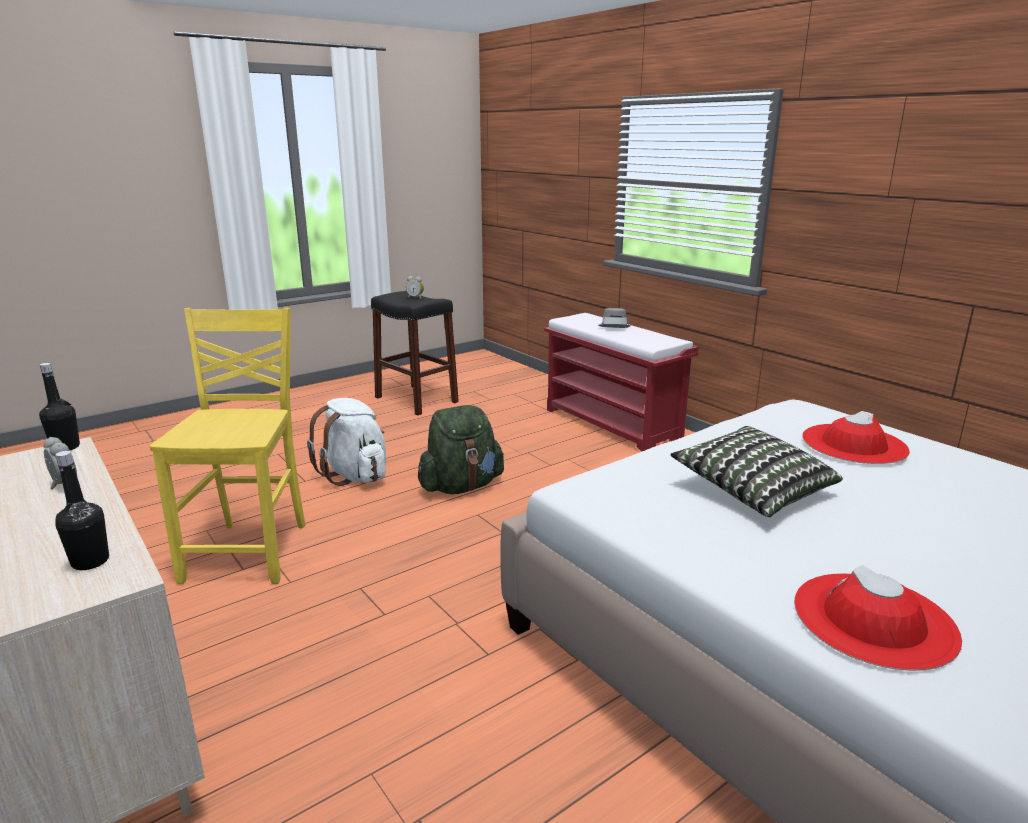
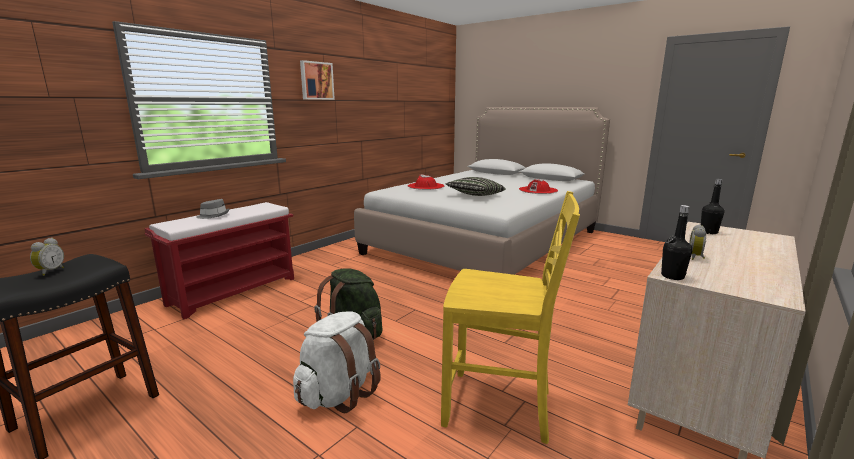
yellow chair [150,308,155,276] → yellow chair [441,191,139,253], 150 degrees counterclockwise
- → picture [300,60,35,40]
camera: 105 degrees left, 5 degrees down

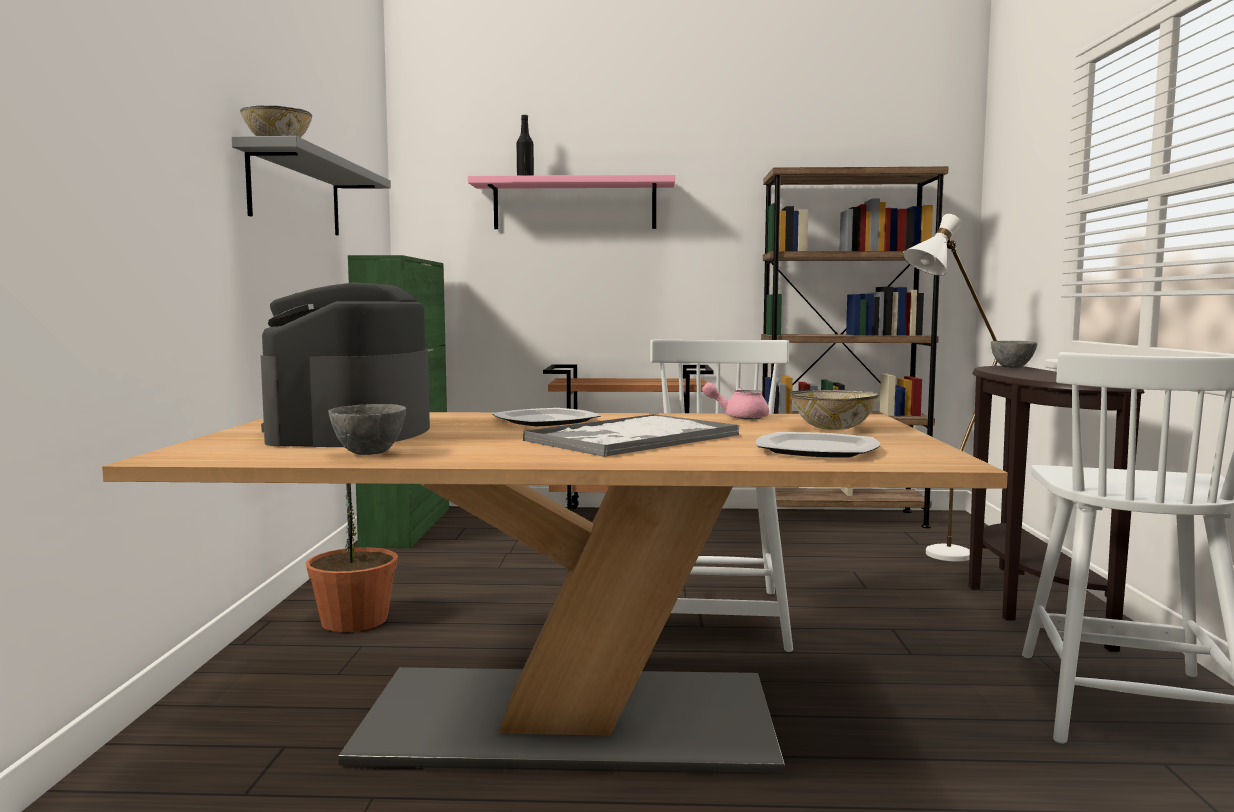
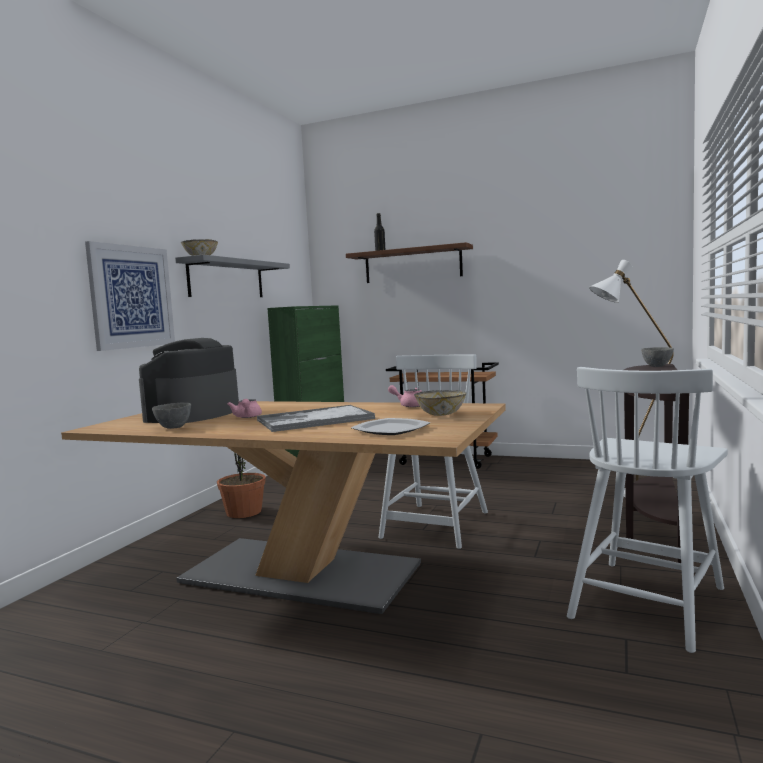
pink shelf [468,175,207,54] → brown shelf [346,242,127,41]
plate [492,408,109,19] → -
brown bookcase [761,167,188,361] → -
- → picture [85,241,90,110]
- → pink teapot [228,399,34,19]
camera: 20 degrees right, 0 degrees up

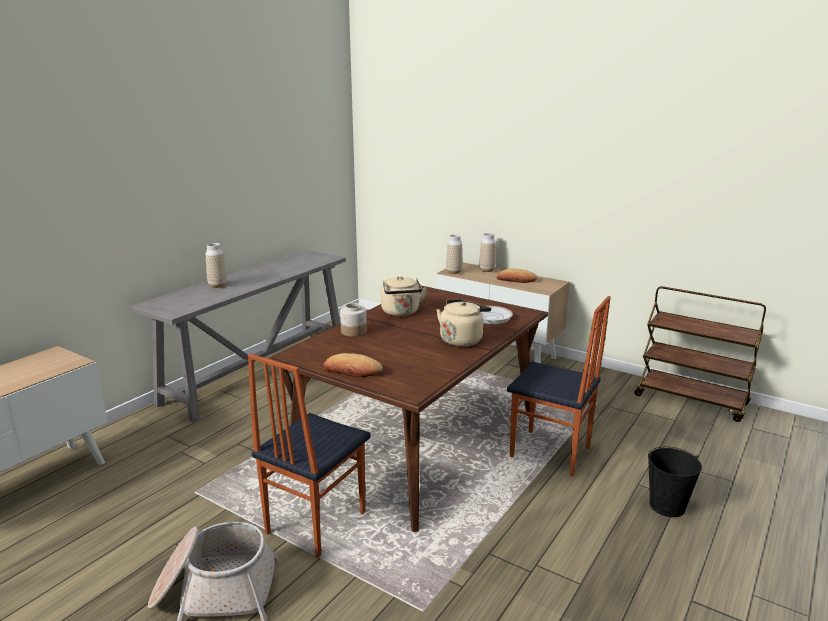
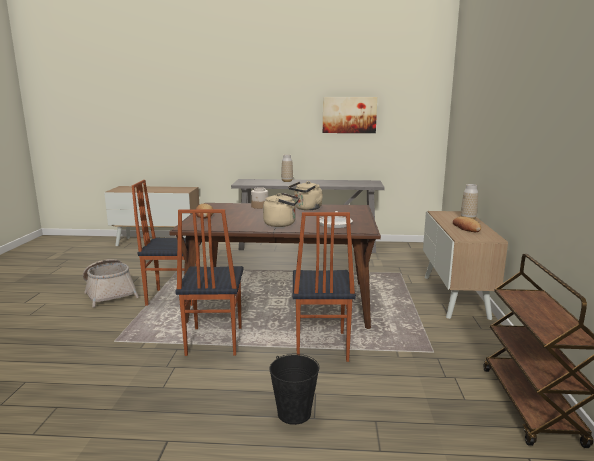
vase [446,234,17,40] → -
- → chair [175,209,69,147]
- → picture [323,97,54,36]
camera: 60 degrees right, 5 degrees down

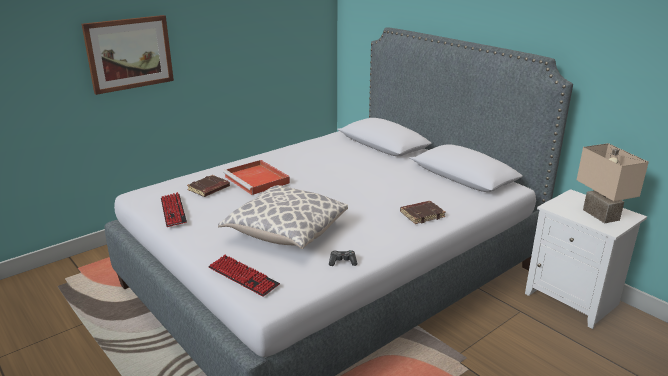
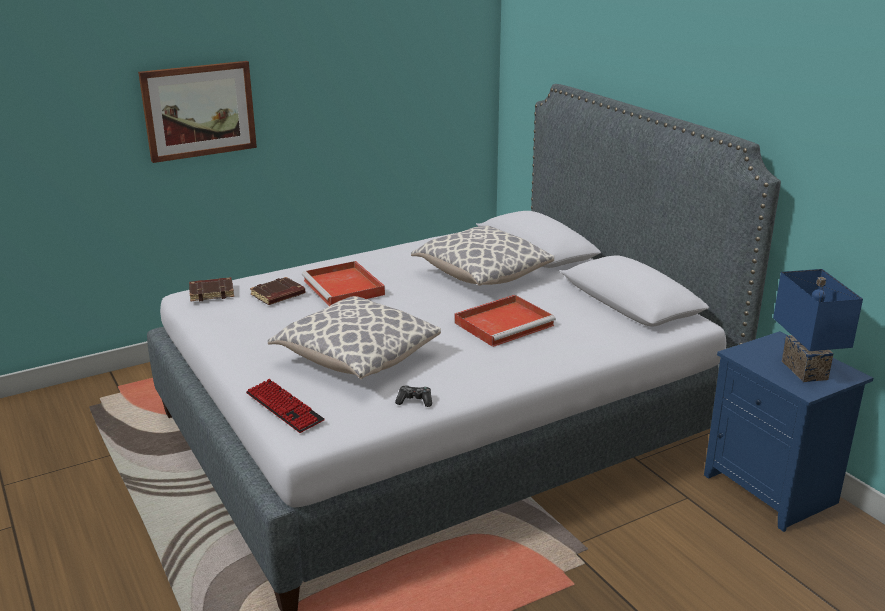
keyboard [161,192,26,35] → -
brown book [400,201,46,23] → brown book [189,277,45,25], relocated
white nightstand [525,189,122,140] → blue nightstand [704,331,169,201]
beige table lamp [577,143,72,80] → blue table lamp [773,269,90,113]
- → pillow [411,226,143,60]
- → red tray [455,295,101,52]
camera: 10 degrees right, 0 degrees up

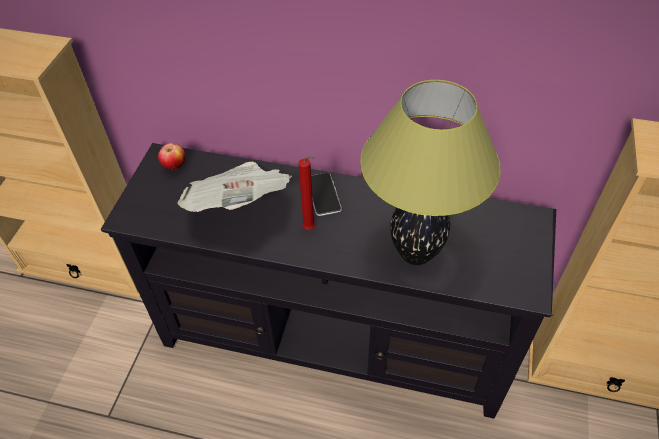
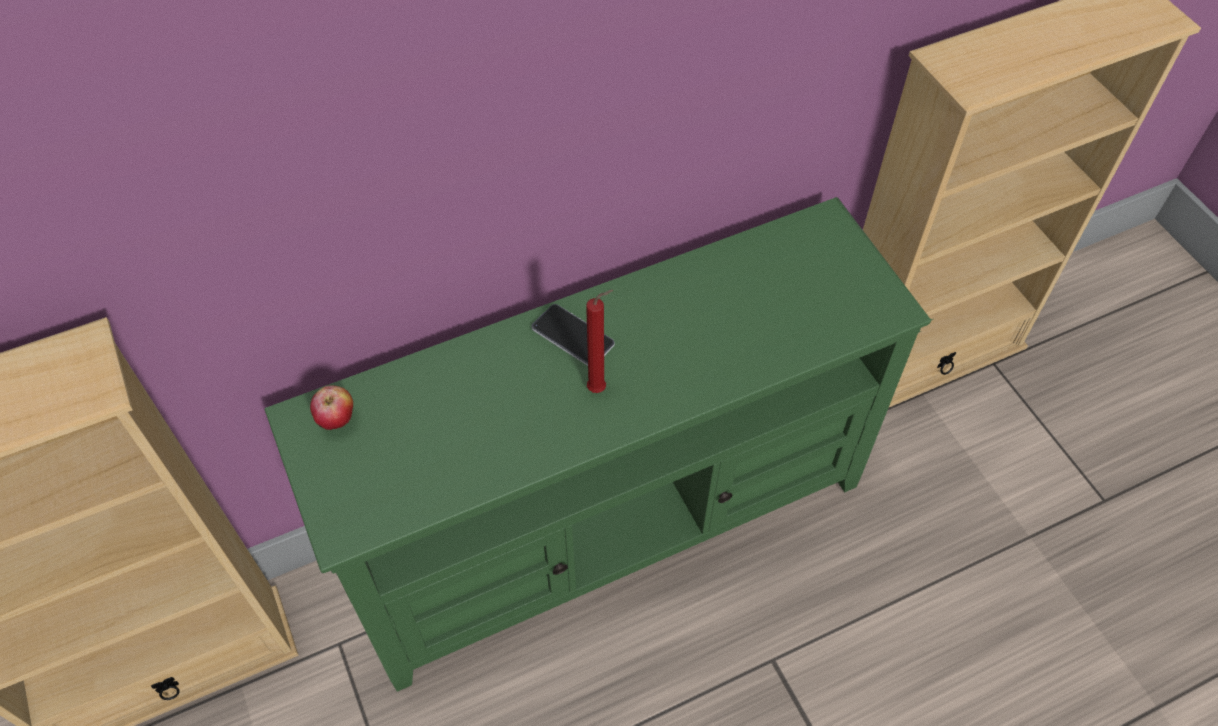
black tv stand [101,143,455,276] → green tv stand [265,197,668,495]
newspaper [177,161,115,51] → -
table lamp [360,80,141,185] → -
camera: 40 degrees left, 5 degrees up

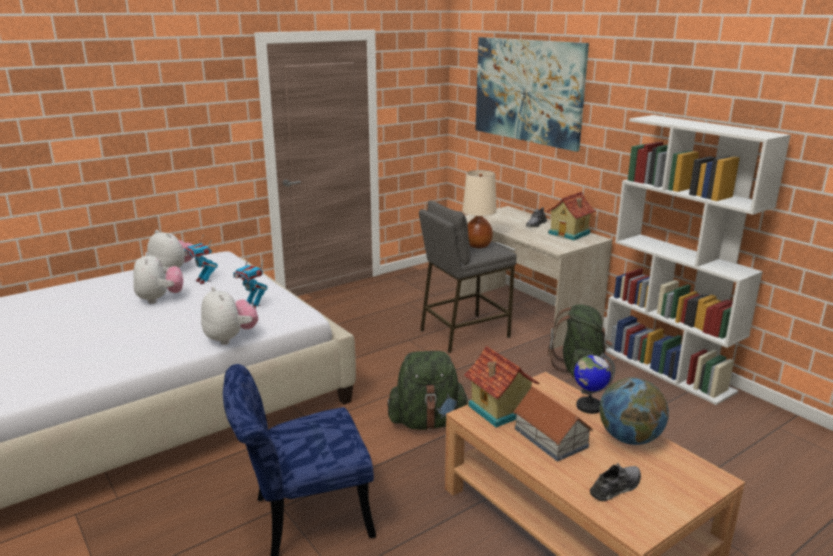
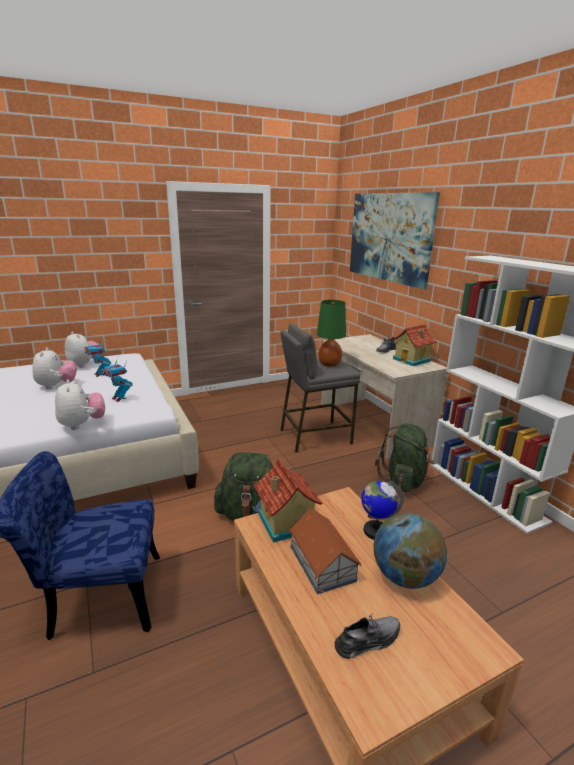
beige table lamp [462,170,35,78] → green table lamp [317,300,29,67]
camera: 10 degrees right, 0 degrees up

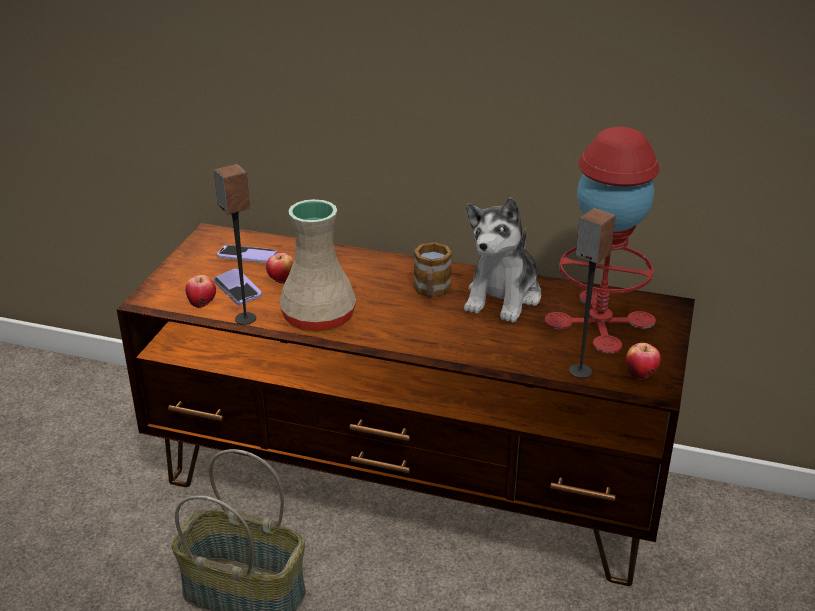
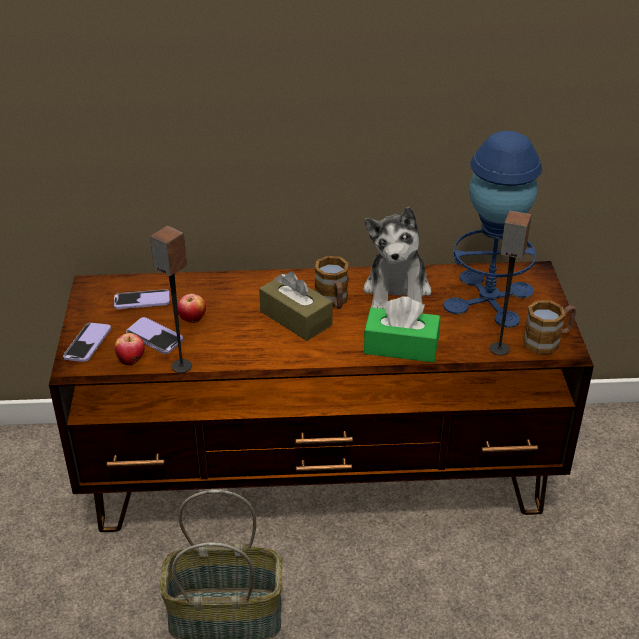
beige vase [279,199,77,134] → -
red table lamp [545,127,115,227] → blue table lamp [444,131,98,197]
apple [626,343,35,37] → mug [523,300,53,54]
- → phone [63,323,48,39]
- → brown tissue box [259,271,74,70]
- → green tissue box [364,296,76,67]
camera: 20 degrees left, 5 degrees up

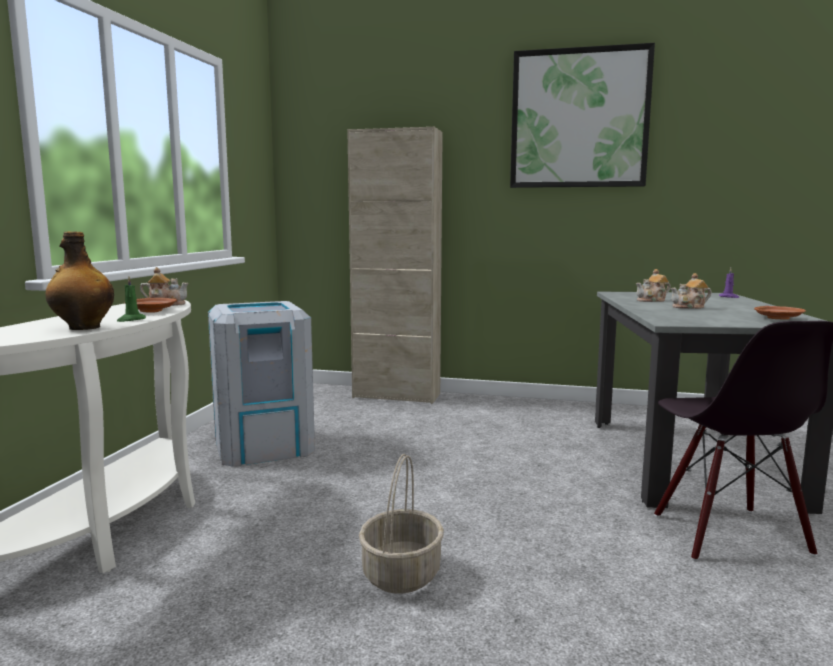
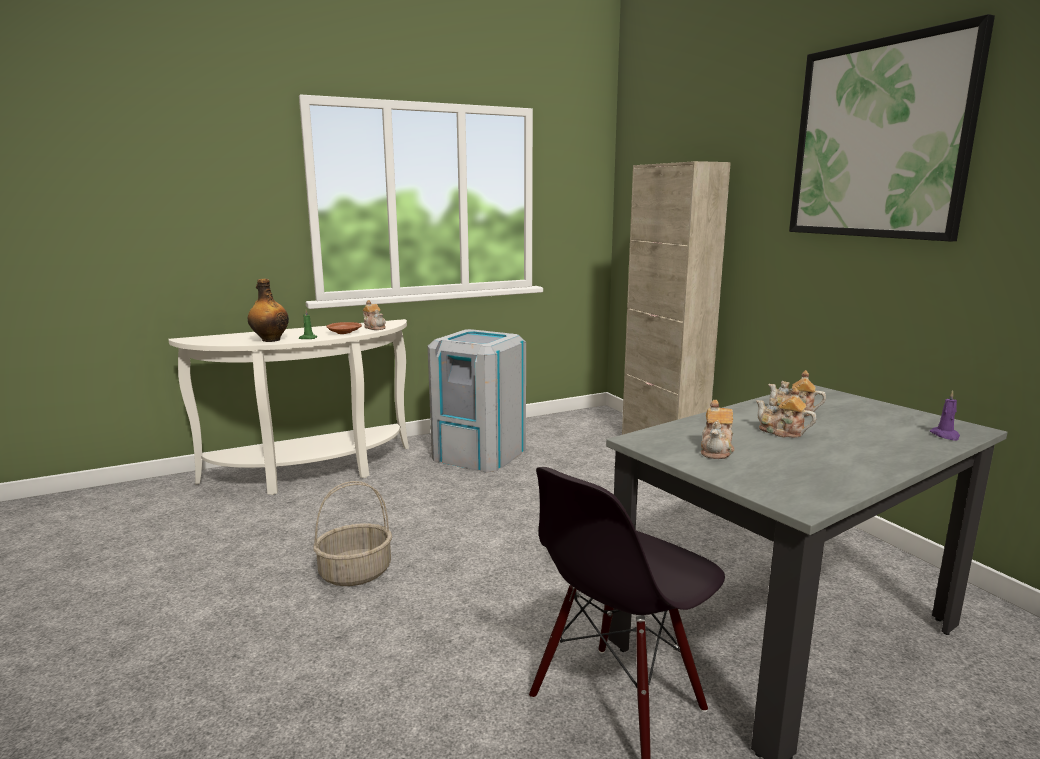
brown plate [754,306,52,14] → -
- → teapot [701,400,33,59]
camera: 50 degrees right, 5 degrees up

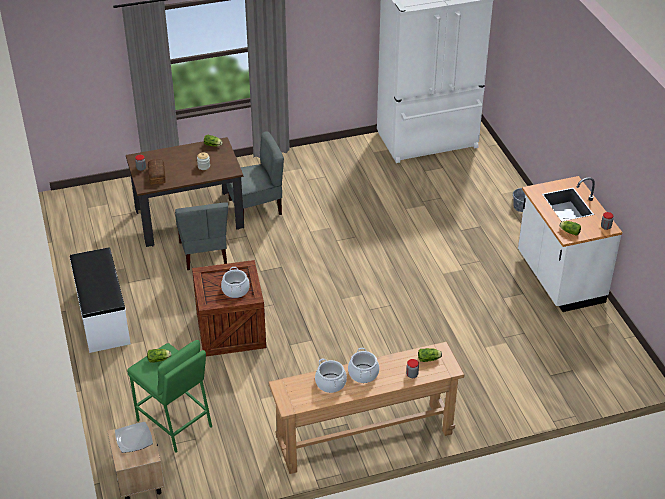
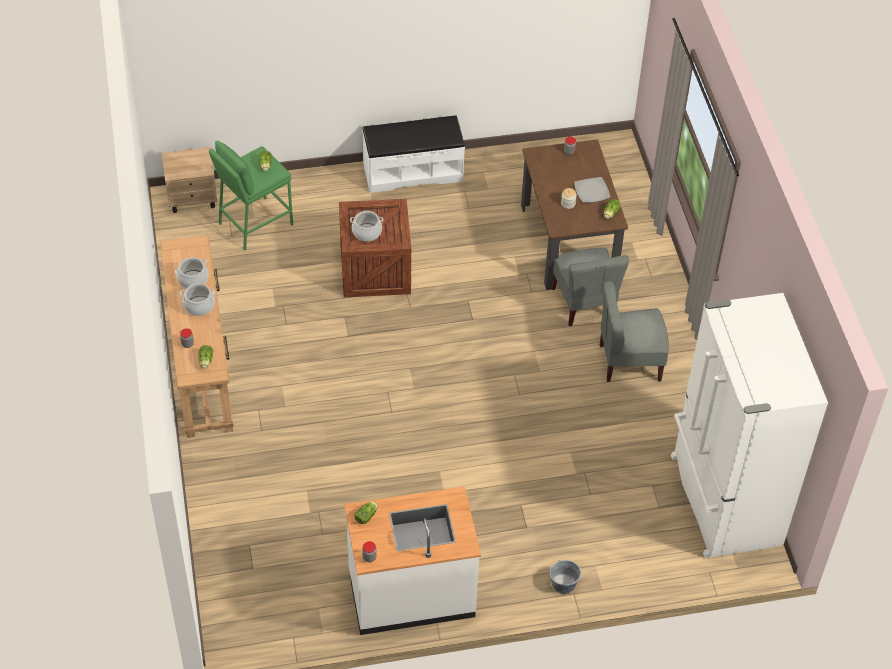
plate [115,422,38,31] → plate [574,177,36,26], relocated
bread [148,159,18,25] → -
grey chair [175,202,53,68] → grey chair [600,281,69,101], relocated
camera: 95 degrees right, 10 degrees up

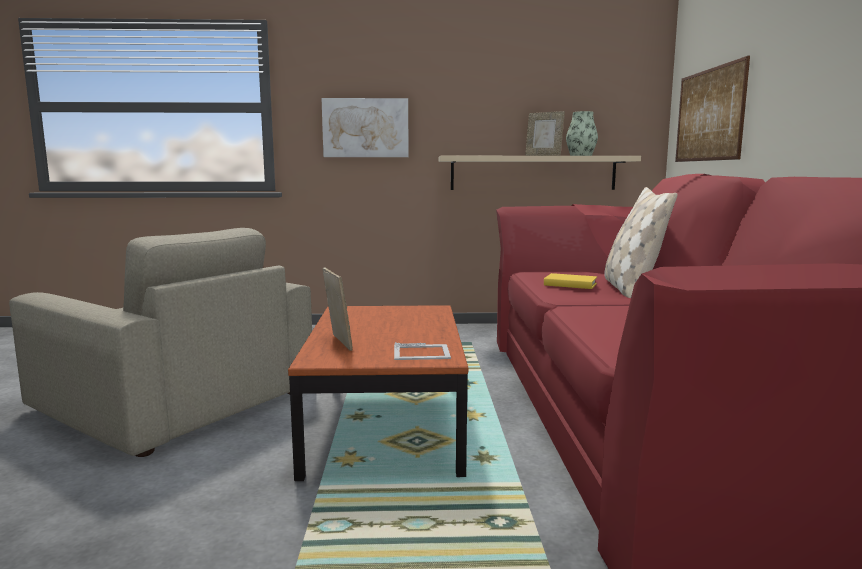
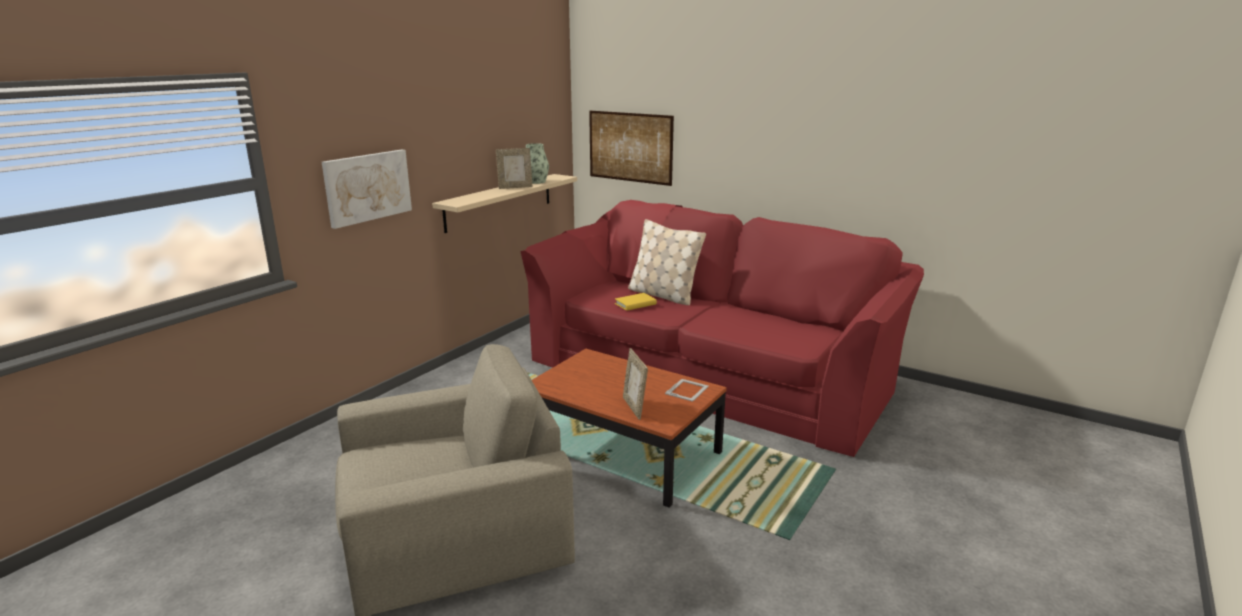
picture frame [323,267,29,84] → picture frame [623,348,25,72], 120 degrees counterclockwise
camera: 55 degrees left, 10 degrees up

